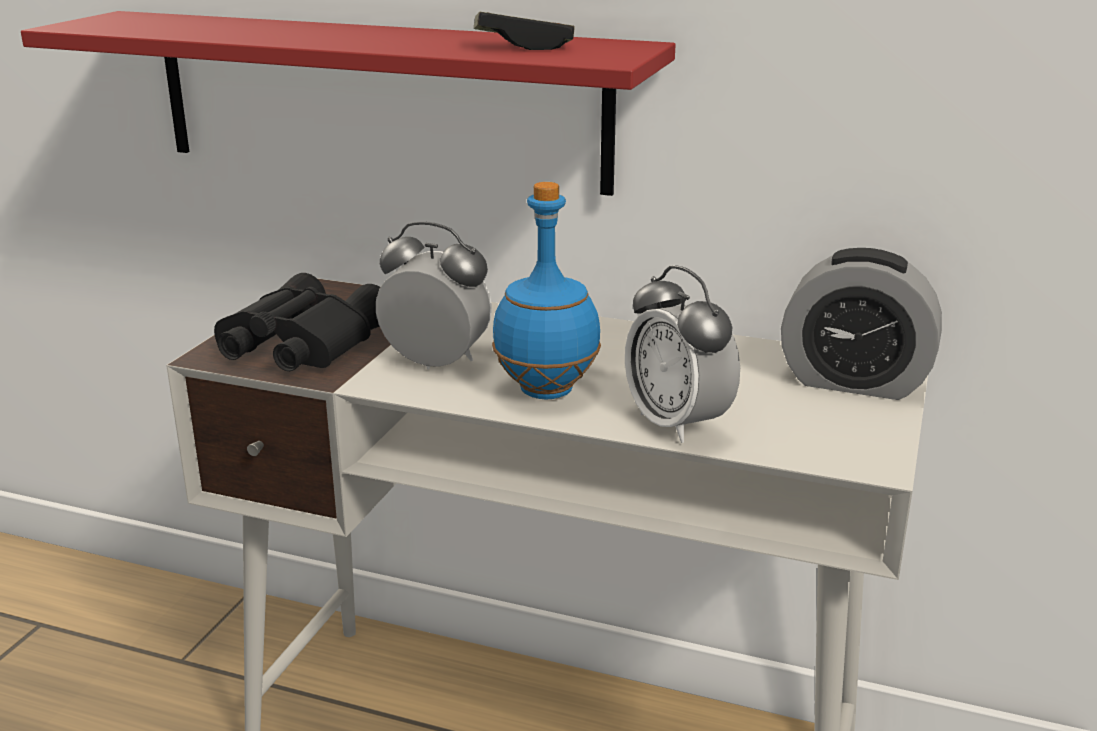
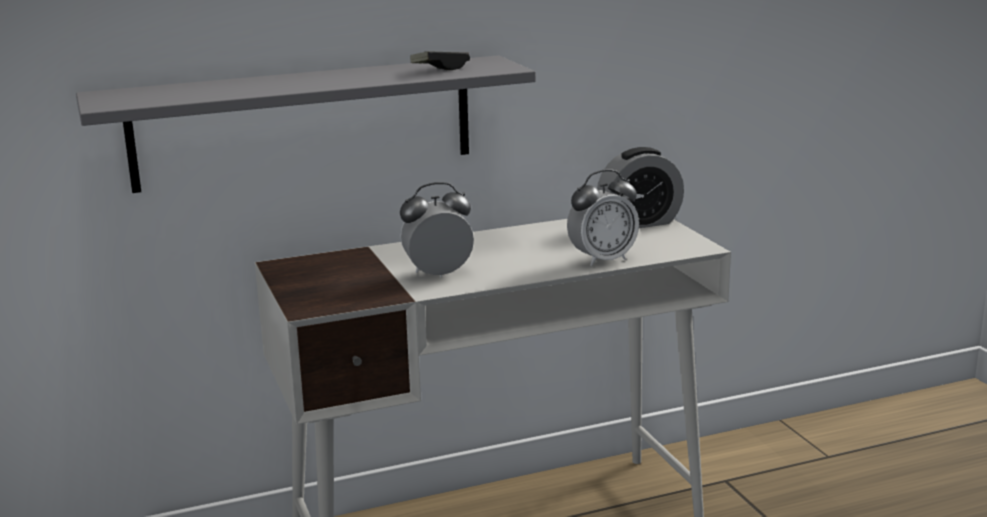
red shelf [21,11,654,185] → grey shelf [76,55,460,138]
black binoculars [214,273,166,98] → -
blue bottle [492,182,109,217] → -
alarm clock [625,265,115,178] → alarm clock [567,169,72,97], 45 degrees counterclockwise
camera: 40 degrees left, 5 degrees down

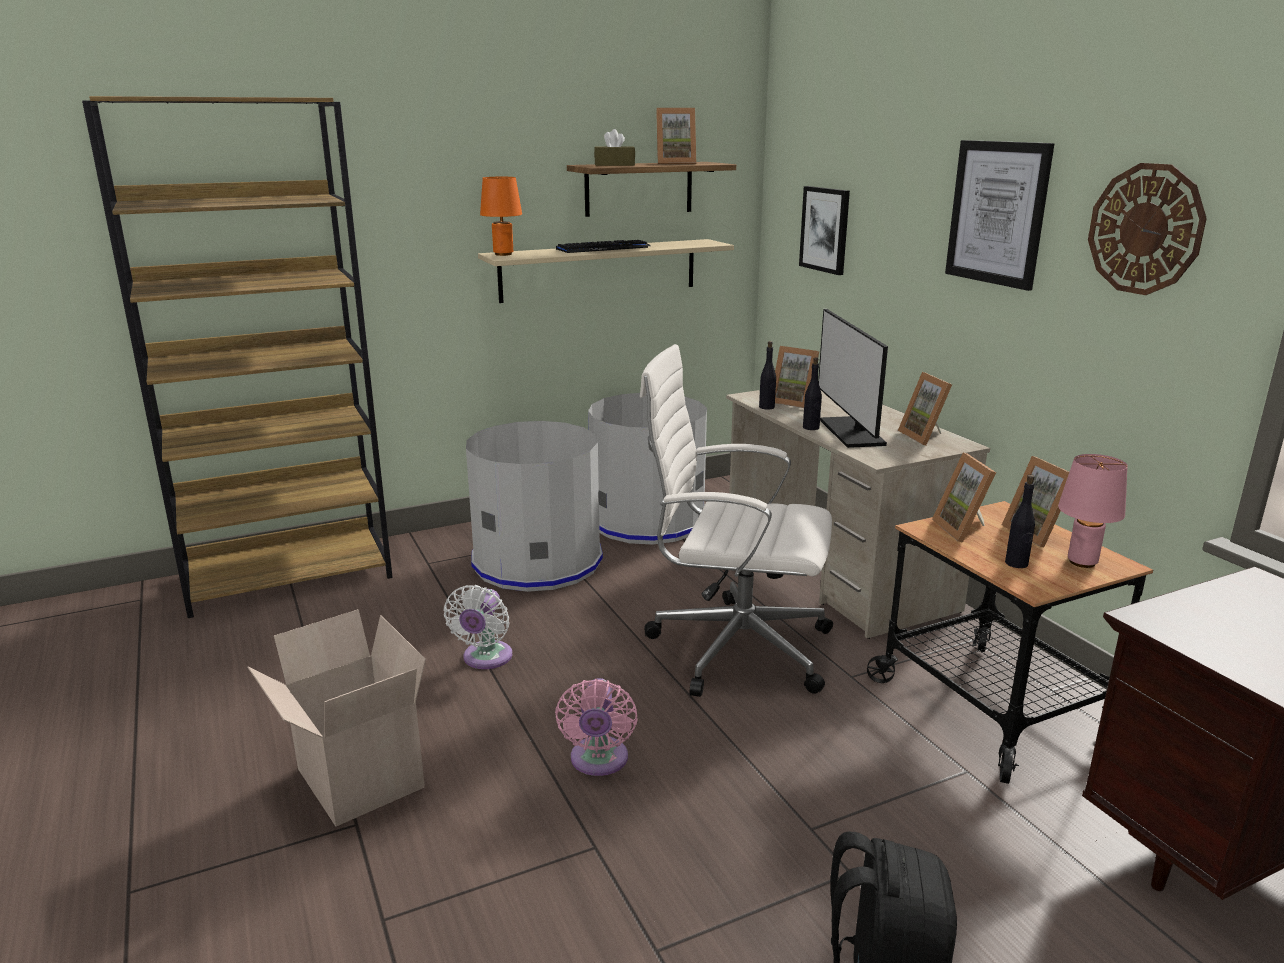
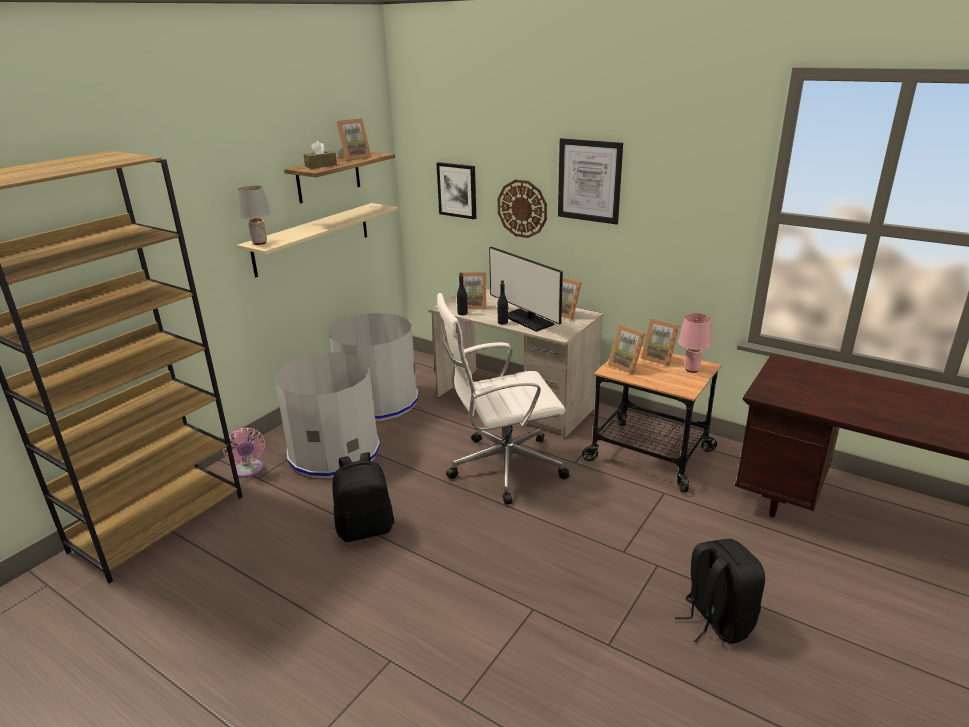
cardboard box [248,609,178,218] → -
white fan [443,585,69,84] → black backpack [332,452,62,90]
orange table lamp [480,177,42,79] → grey table lamp [237,186,34,59]
pink fan [555,678,82,98] → pink fan [223,428,43,50], relocated
keyboard [556,240,94,13] → -
black bottle [1005,475,30,93] → -
wall clock [1088,163,119,132] → wall clock [498,180,49,58], relocated
camera: 30 degrees left, 5 degrees up

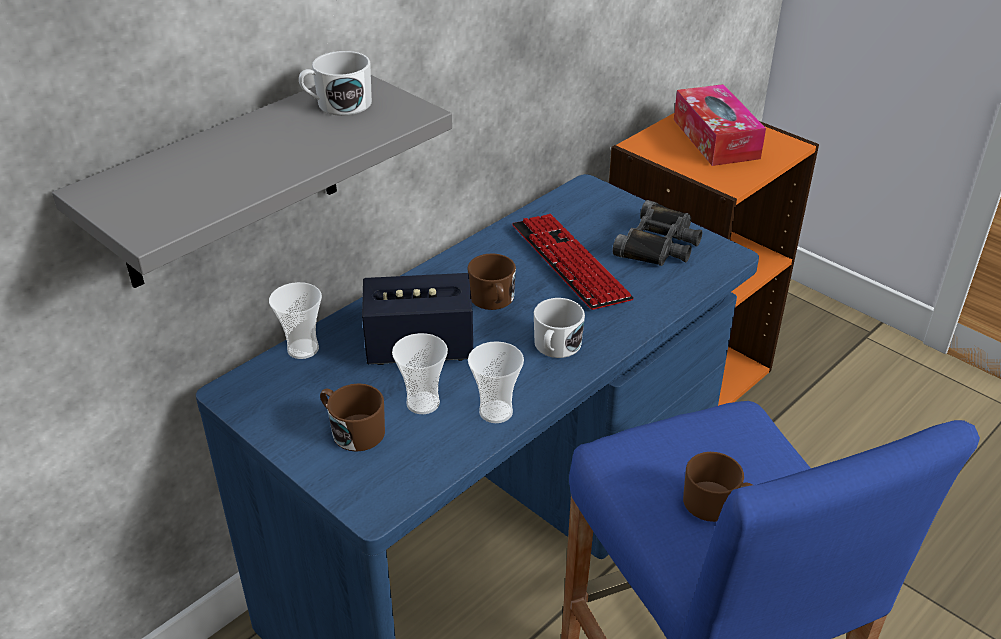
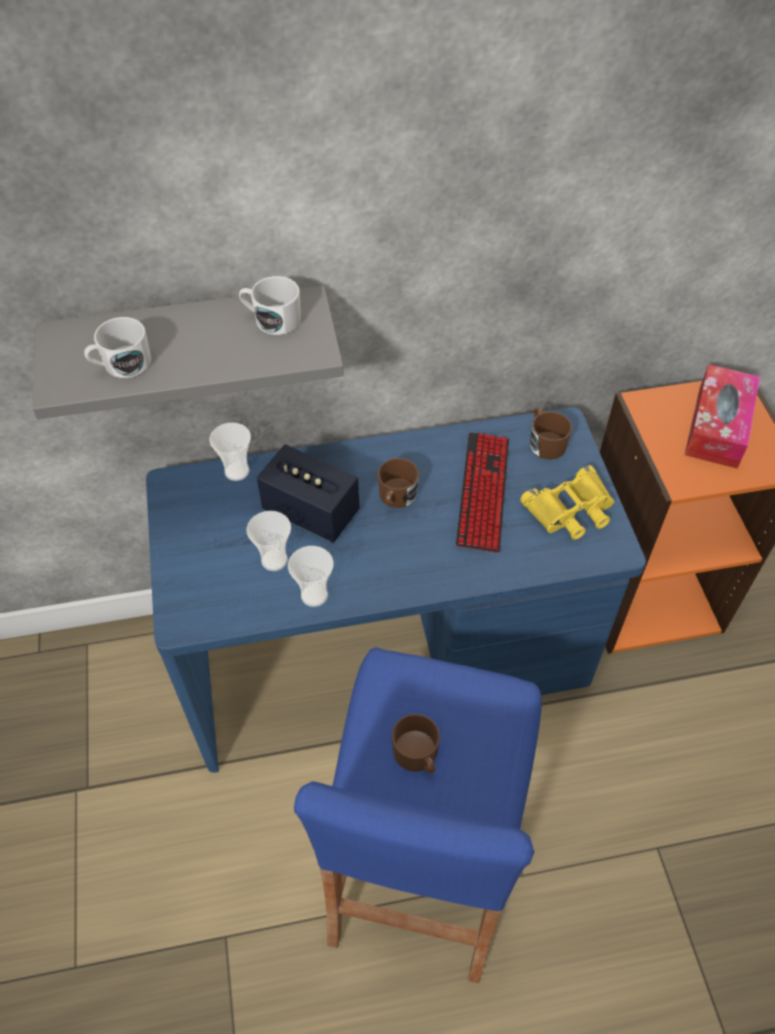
brown mug [320,383,65,69] → brown mug [530,407,42,53], relocated
white mug [534,298,51,60] → white mug [84,317,67,61], relocated
black binoculars [612,200,90,66] → yellow binoculars [520,465,94,75]
camera: 35 degrees right, 15 degrees up

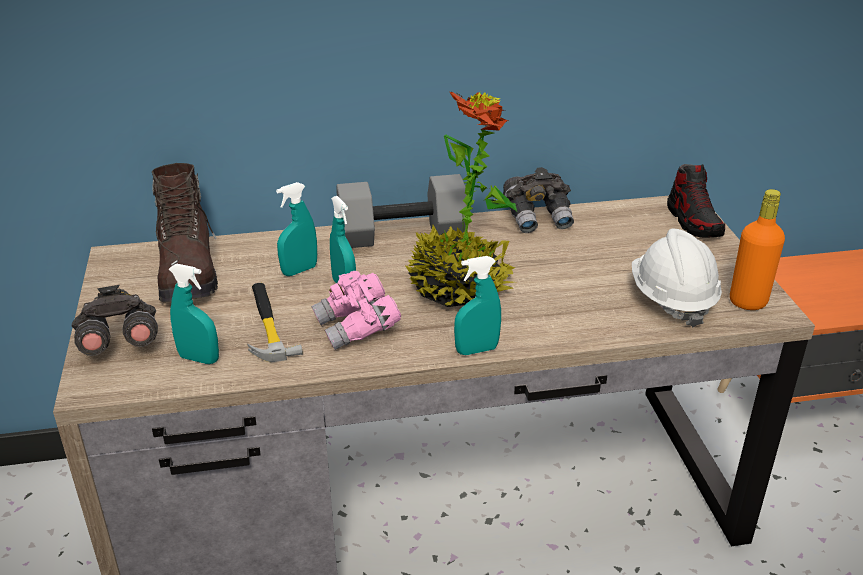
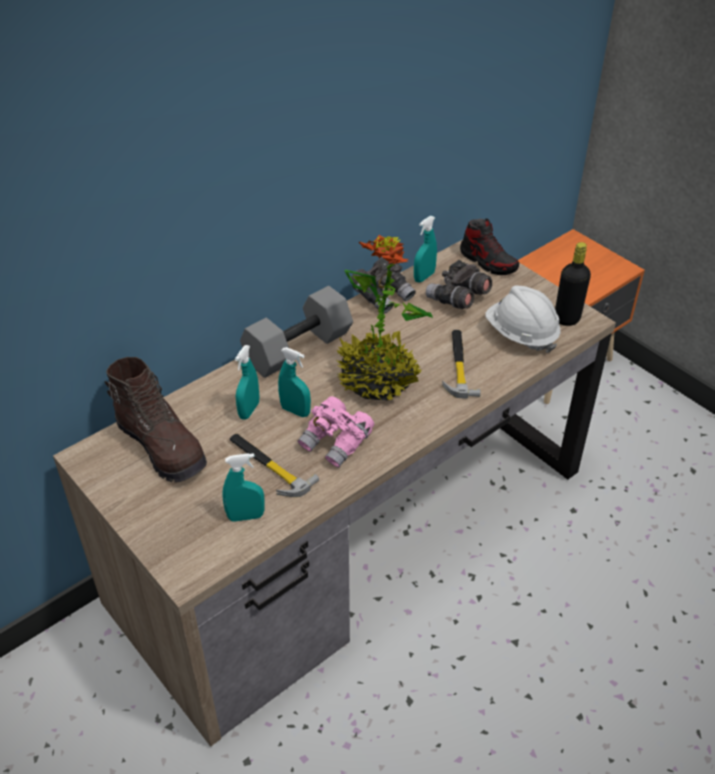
grey binoculars [71,285,87,71] → grey binoculars [426,260,66,49], relocated
turquoise spray bottle [454,256,47,99] → turquoise spray bottle [414,216,23,66], relocated
orange bottle [730,189,55,121] → black bottle [555,242,36,84]
- → hammer [442,330,39,69]
camera: 30 degrees left, 10 degrees up

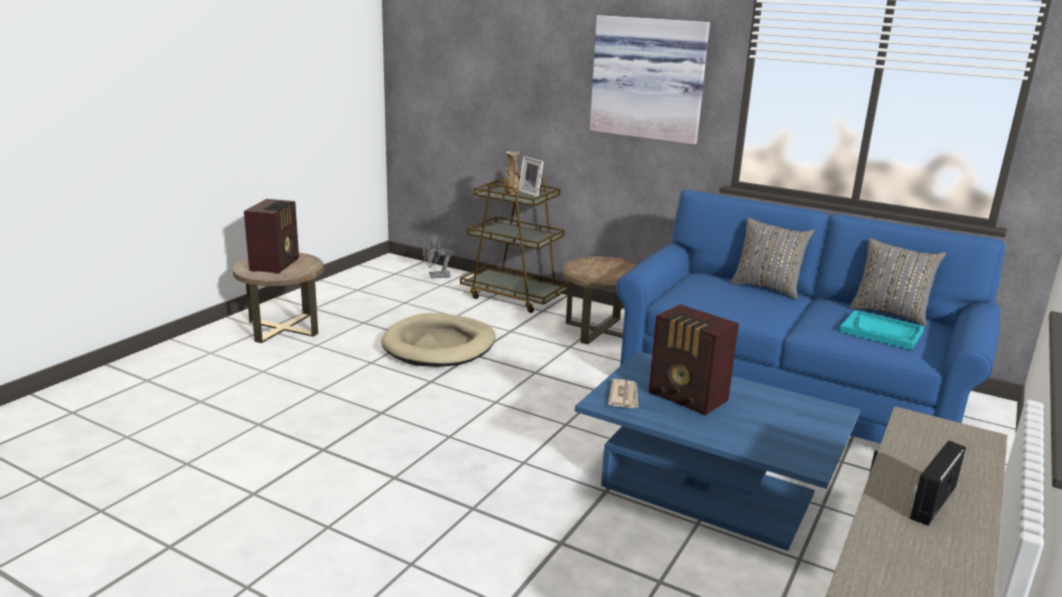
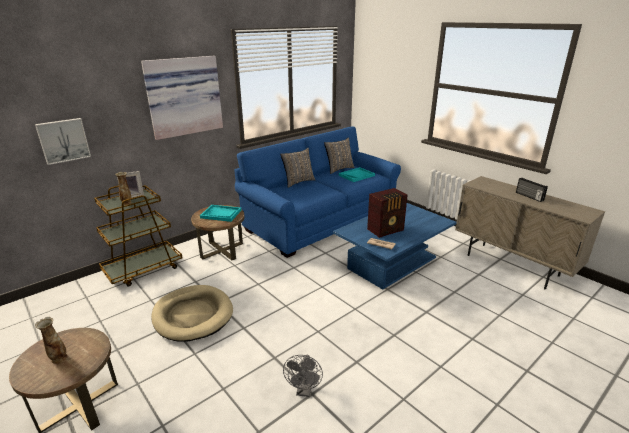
radio [244,199,55,75] → vase [35,317,32,47]
grey fan [423,233,32,45] → grey fan [283,355,40,42], relocated
- → picture [35,118,56,47]
- → turquoise tray [200,205,42,17]
camera: 70 degrees left, 5 degrees up

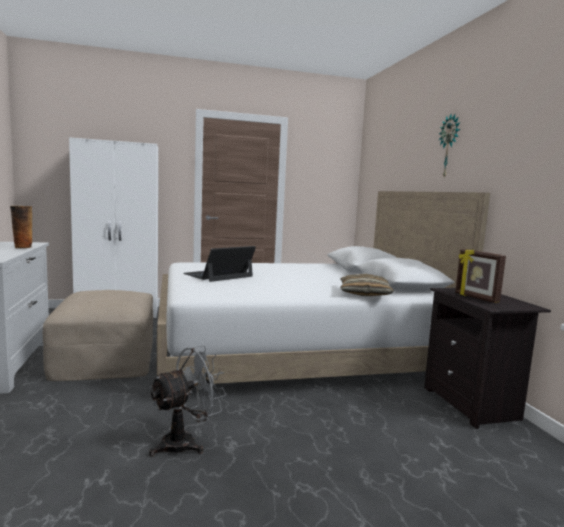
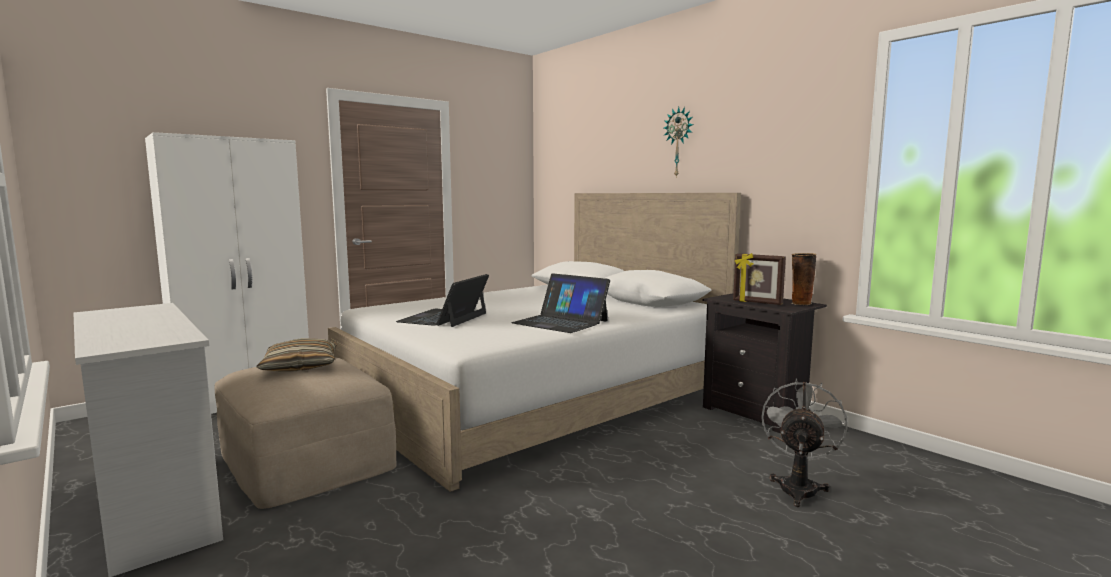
vase [10,206,22,42] → vase [792,253,24,52], relocated
grey fan [149,345,78,112] → grey fan [761,378,87,129], relocated
pillow [340,274,54,22] → pillow [256,338,81,34], relocated
- → laptop [511,273,99,60]
camera: 25 degrees left, 0 degrees up

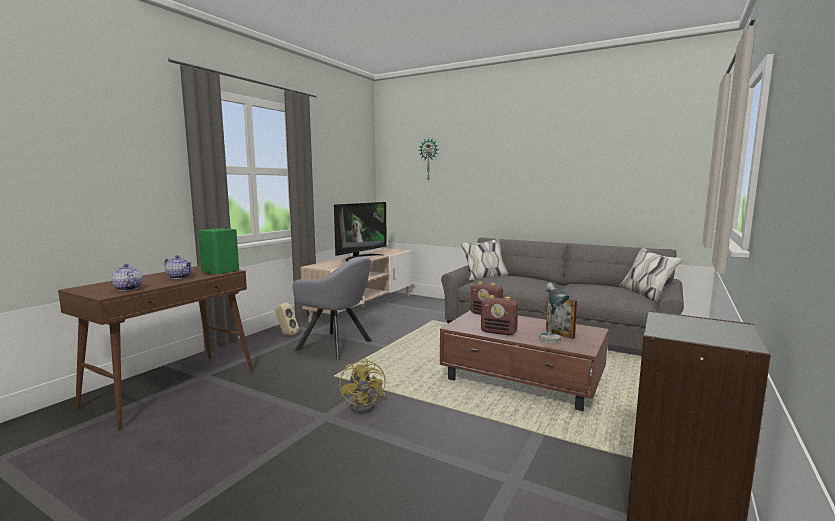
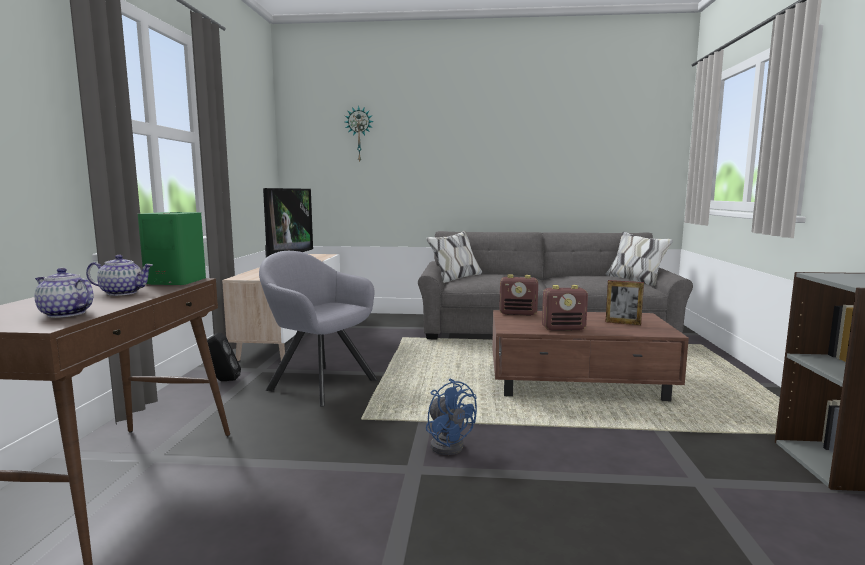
beige speaker [275,302,24,34] → black speaker [207,332,34,49]
grey armchair [292,256,80,104] → grey armchair [259,251,119,156], 150 degrees counterclockwise
yellow fan [339,358,46,55] → blue fan [426,379,51,76]
table lamp [540,283,29,60] → -
camera: 25 degrees left, 0 degrees up

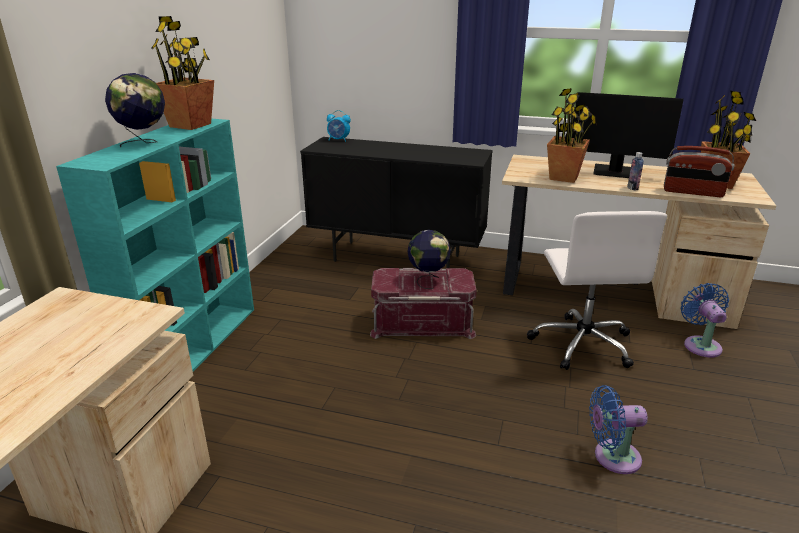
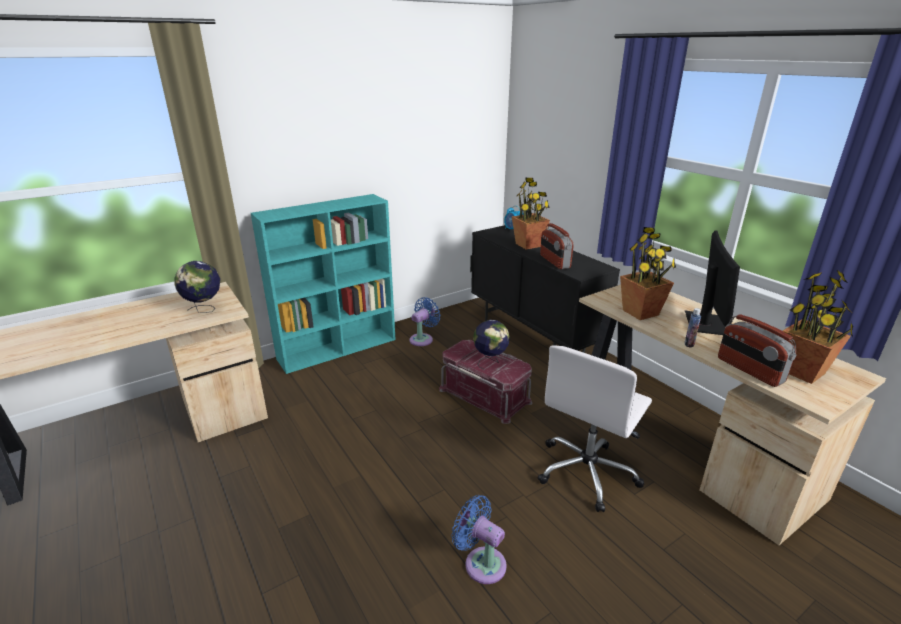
globe [105,73,60,74] → globe [174,261,46,52], relocated
potted plant [151,16,63,114] → potted plant [512,177,38,72], relocated
monitor [572,92,112,86] → monitor [685,230,55,105], 135 degrees counterclockwise
blue fan [681,283,48,74] → blue fan [410,297,31,49], relocated
- → radio [540,223,34,46]
camera: 40 degrees right, 0 degrees up

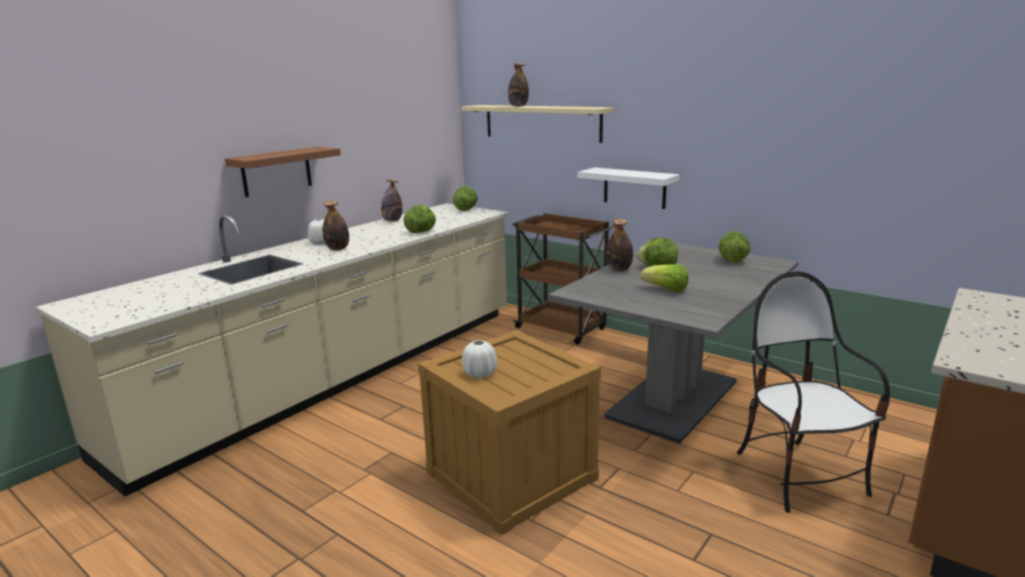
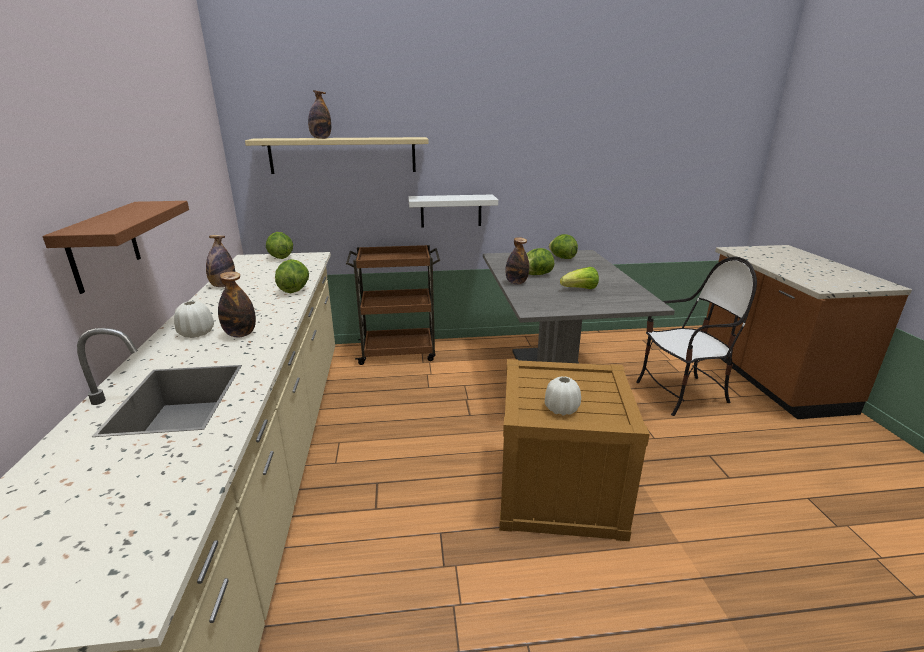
chair [737,271,153,242] → chair [636,257,121,159], 135 degrees clockwise
camera: 45 degrees left, 5 degrees up

